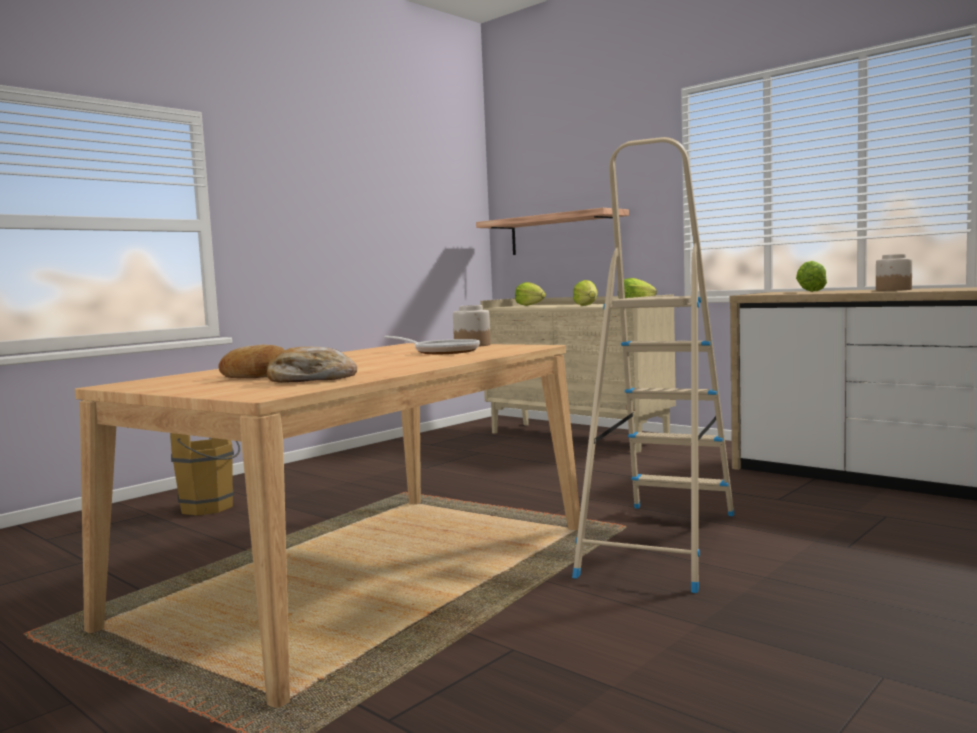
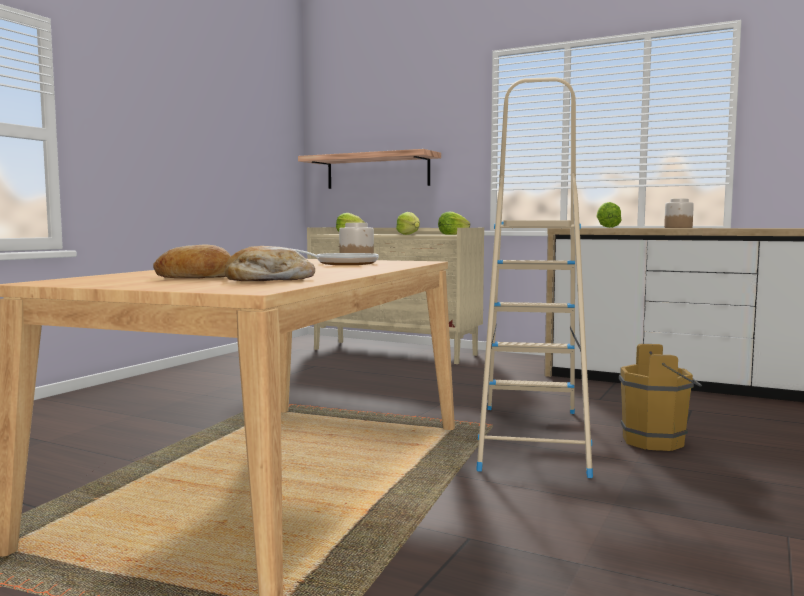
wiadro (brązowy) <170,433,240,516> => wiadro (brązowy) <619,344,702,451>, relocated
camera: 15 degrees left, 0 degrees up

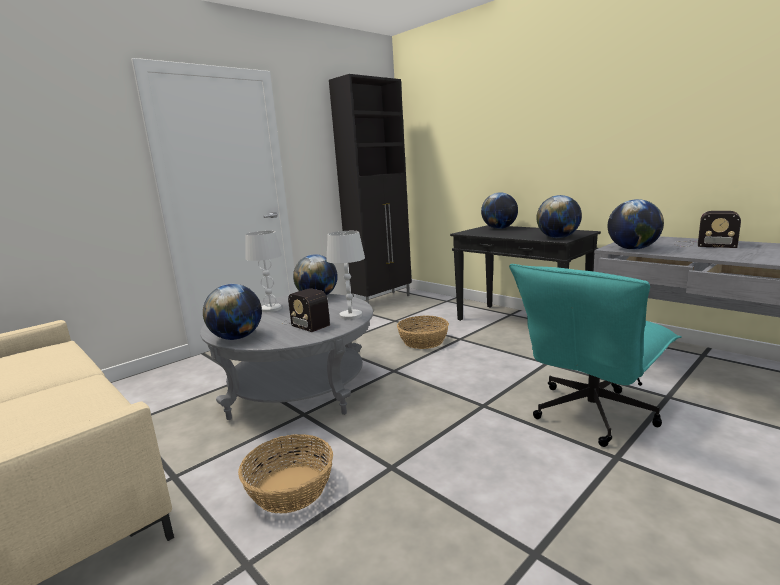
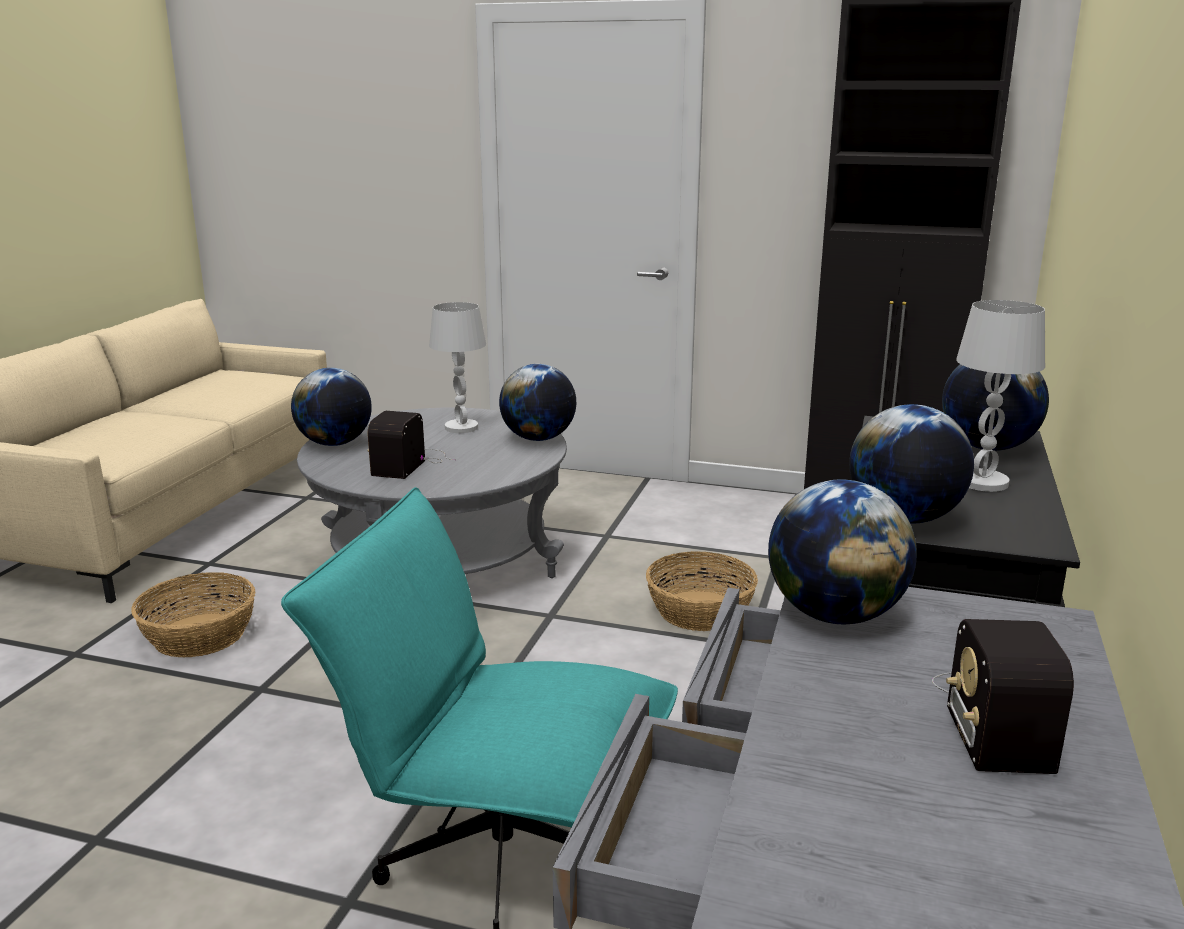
lampa stołowa (biały) <326,231,365,320> => lampa stołowa (biały) <956,300,1045,492>, relocated
camera: 60 degrees right, 5 degrees up

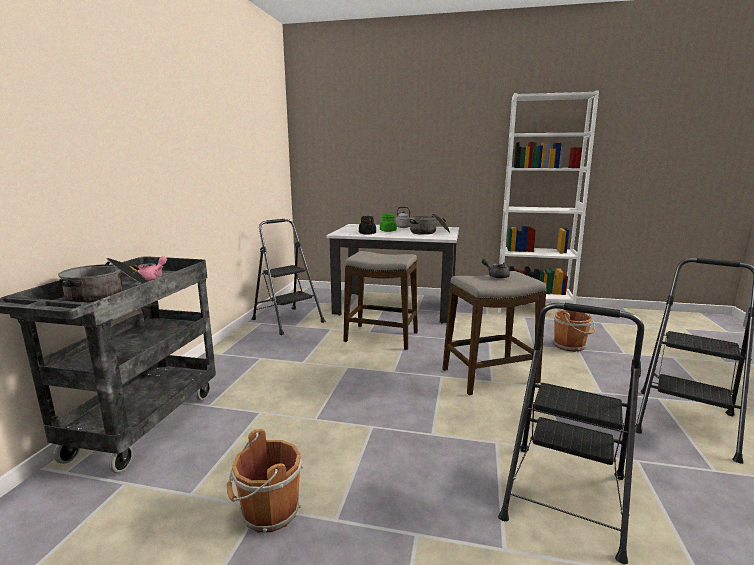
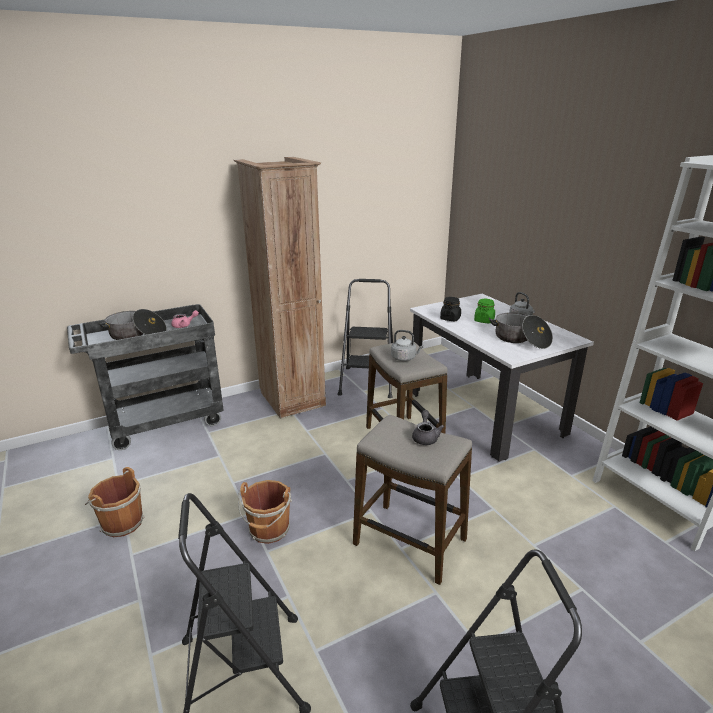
wiadro (brązowy) <553,310,595,352> => wiadro (brązowy) <238,480,292,544>, relocated
nothing => szafka (brązowy) <234,157,326,418>
nothing => czajnik (szary) <391,330,423,361>
camera: 50 degrees right, 10 degrees up

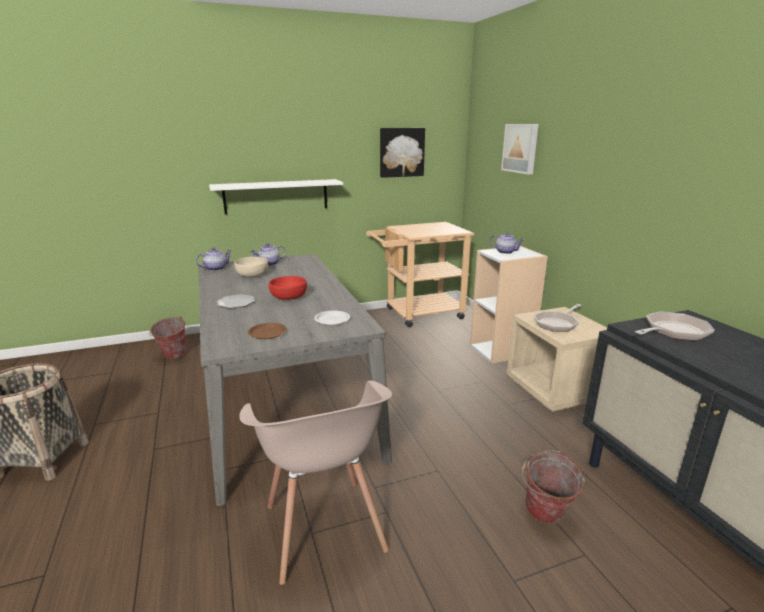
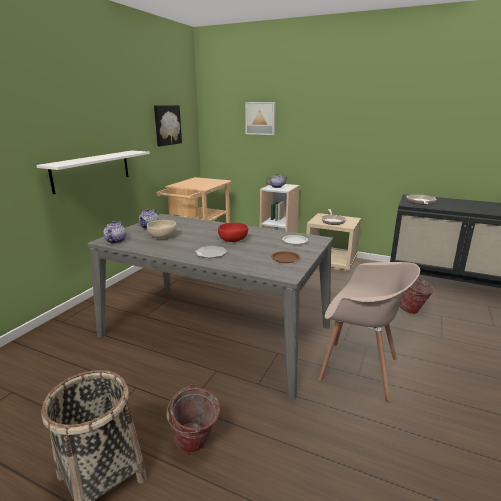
wiadro <149,316,187,359> => wiadro <166,384,220,453>, relocated
camera: 45 degrees left, 0 degrees up

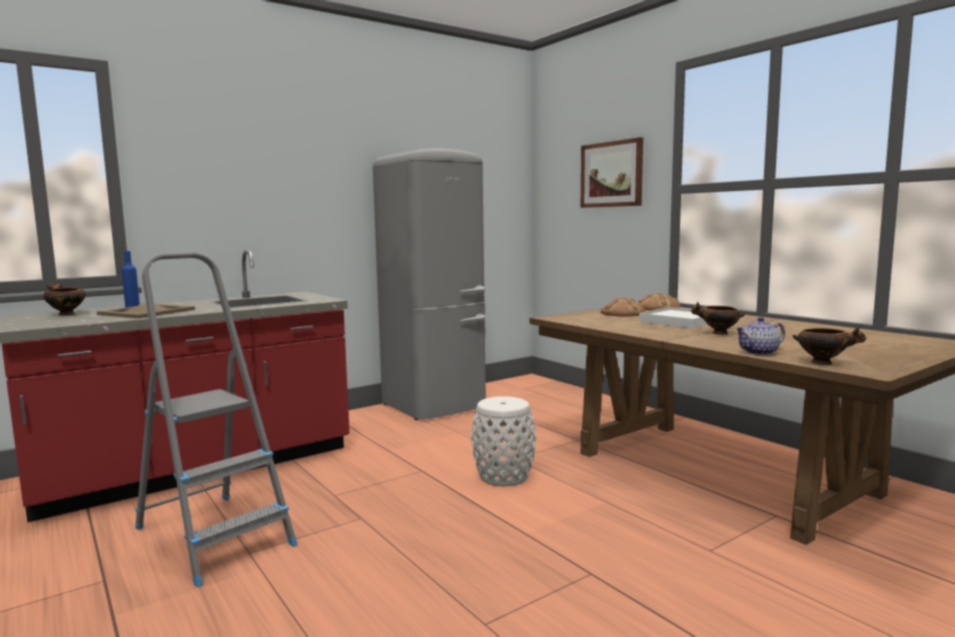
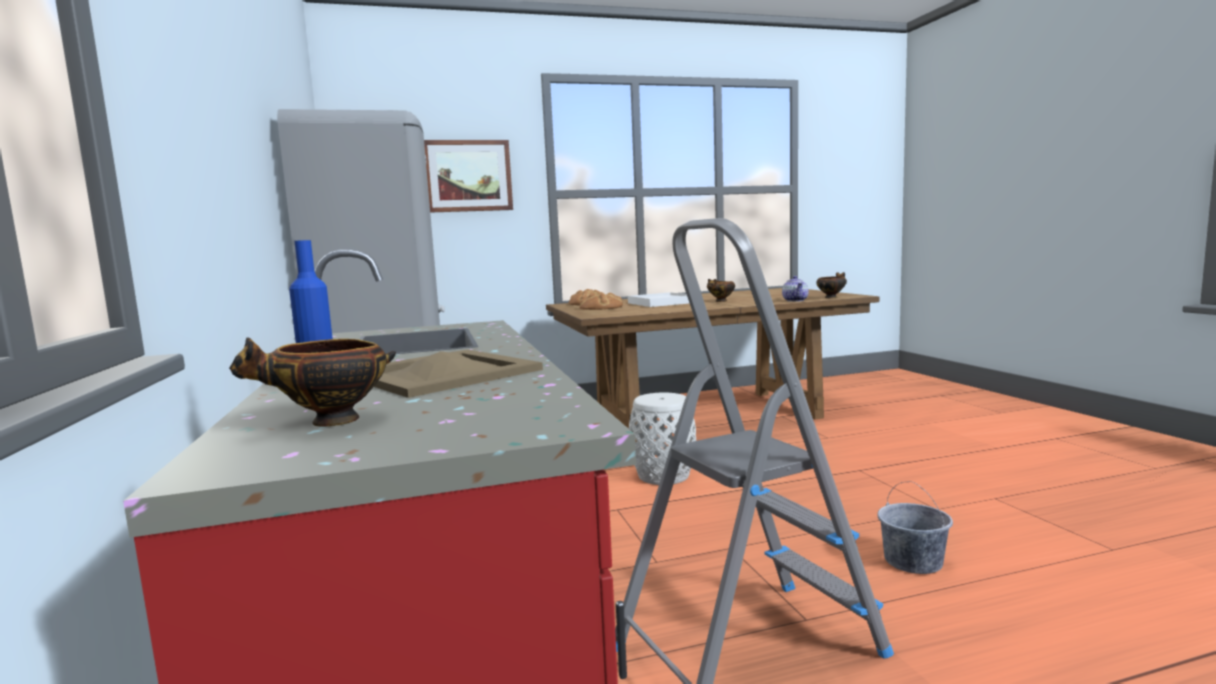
nothing => wiadro (szary) <877,482,953,574>
camera: 70 degrees left, 0 degrees up

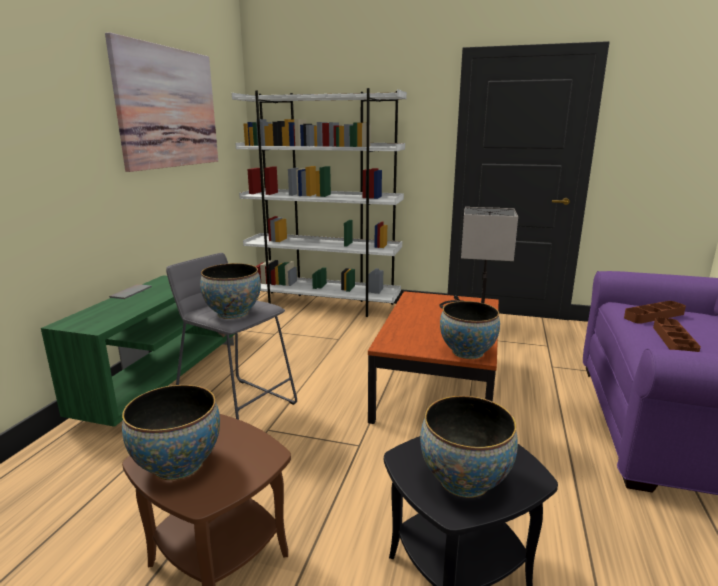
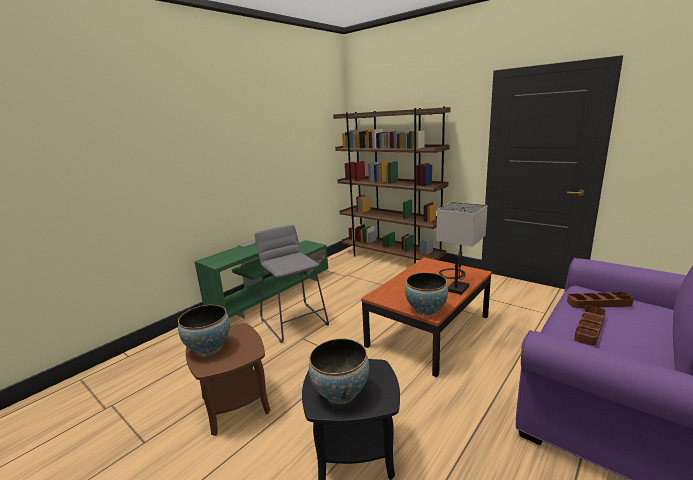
obraz <105,32,218,172> => nothing
regał (biały) <232,88,407,317> => regał (brązowy) <333,106,451,264>
miska <200,263,261,319> => nothing
camera: 25 degrees right, 0 degrees up

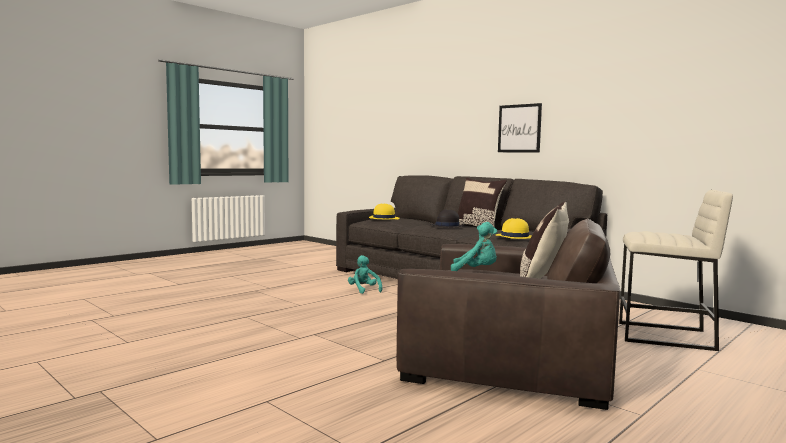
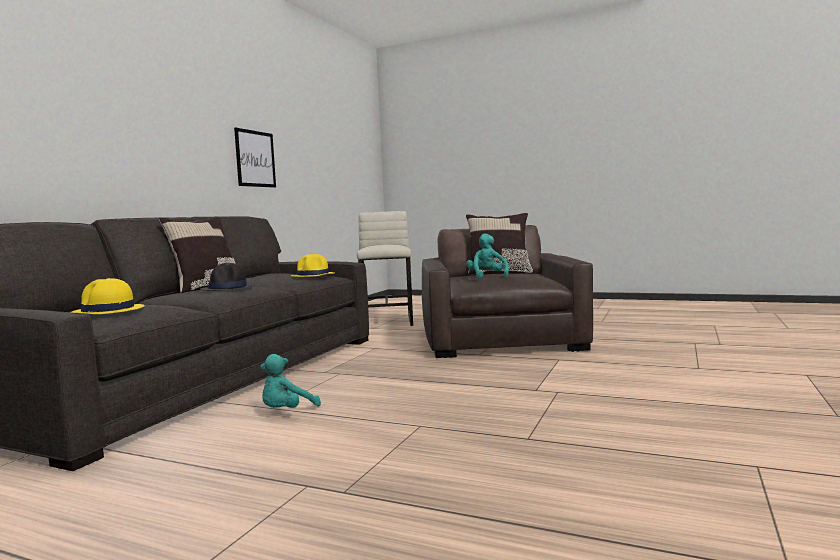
obraz <498,103,542,153> => obraz <234,128,276,188>, relocated
camera: 110 degrees left, 0 degrees up

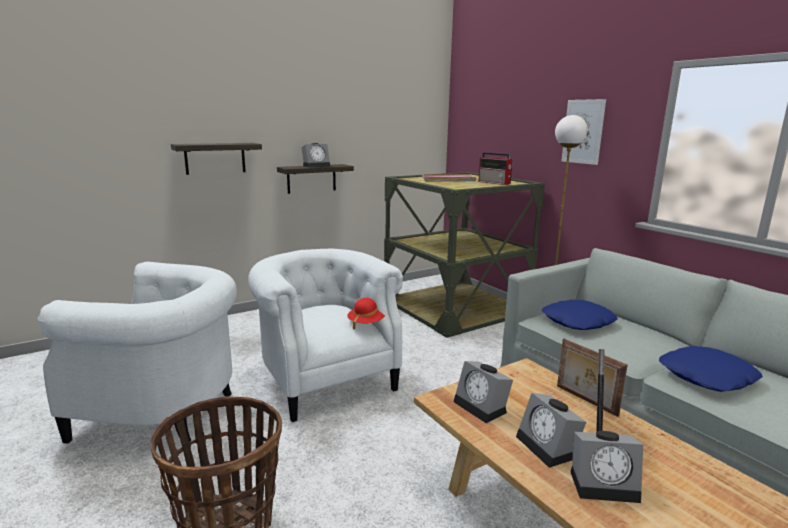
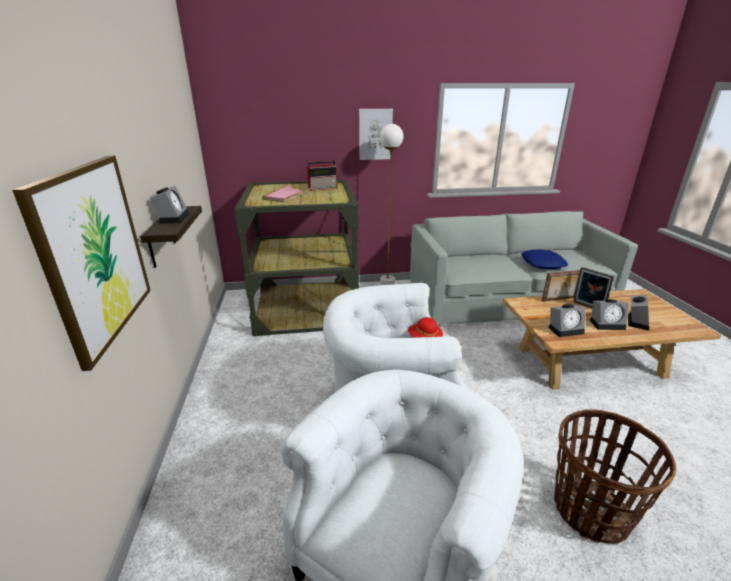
półka <171,143,262,175> => obraz <12,156,151,371>
poduszka (niebieski) <542,300,618,330> => nothing
camera: 65 degrees left, 10 degrees up

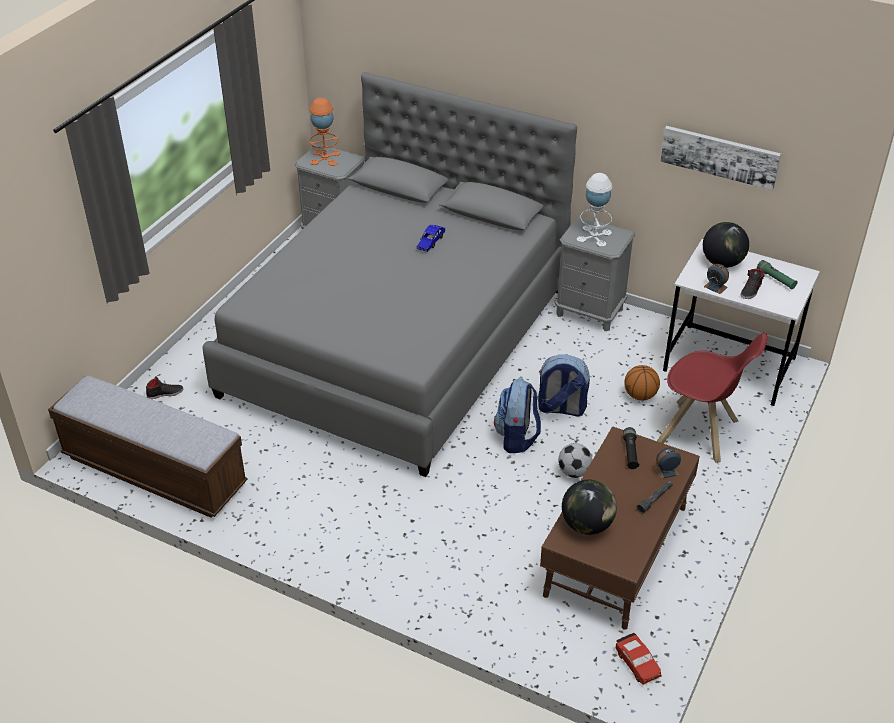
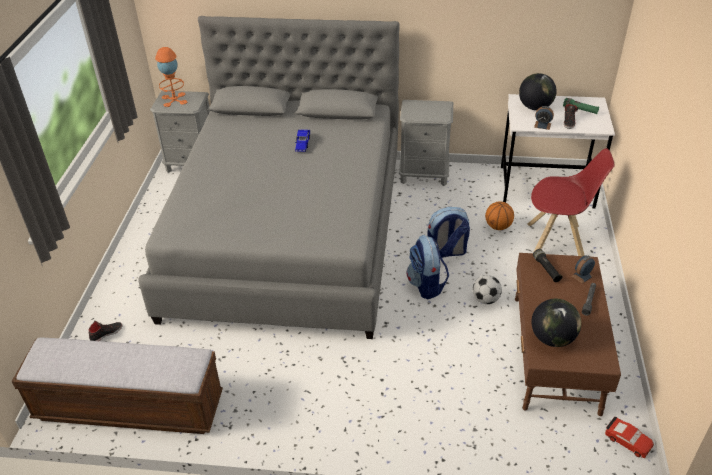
obraz <660,126,781,190> => nothing
lampa stołowa (biały) <577,173,612,247> => nothing
camera: 20 degrees left, 0 degrees up

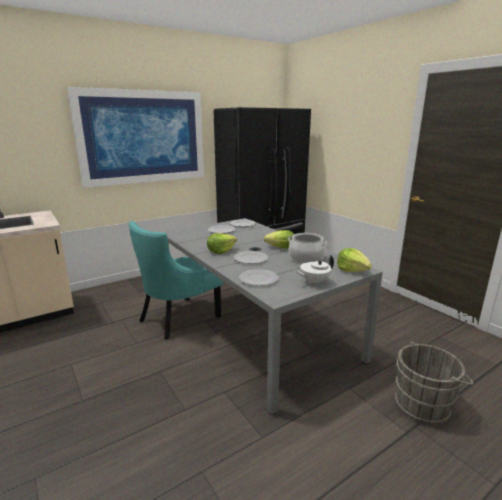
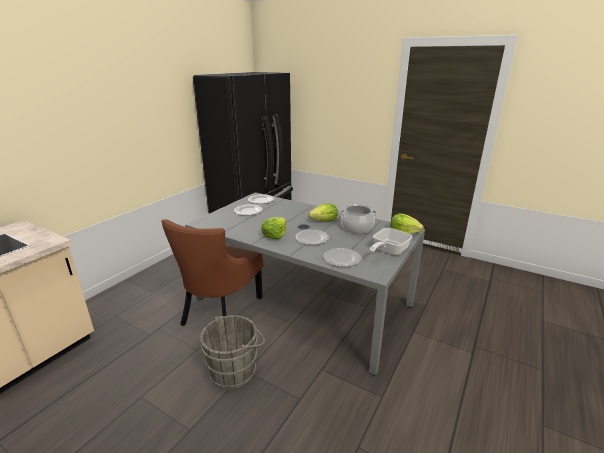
obraz <67,87,204,188> => nothing
krzesło (turkusowy) <129,221,223,340> => krzesło (brązowy) <161,219,264,326>
imbryk (biały) <295,255,334,285> => patelnia <370,228,412,255>
wiadro (szary) <395,342,473,425> => wiadro (szary) <200,315,265,389>, relocated
camera: 25 degrees left, 5 degrees up

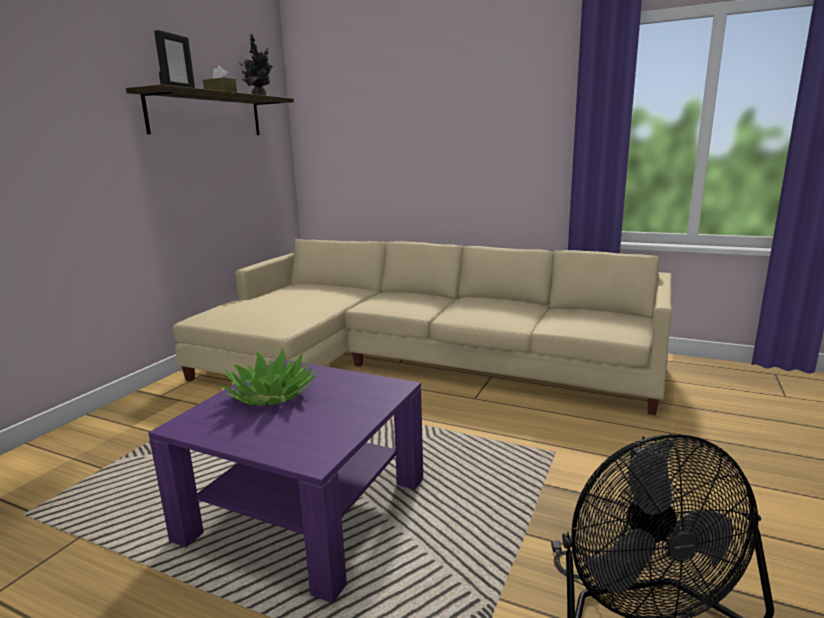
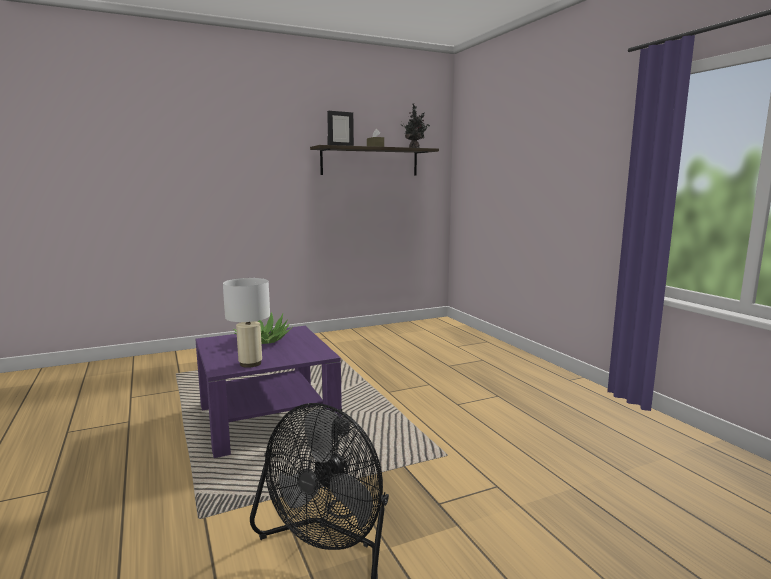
kanapa (beżowy) <173,239,672,415> => nothing
nothing => lampa stołowa (biały) <223,278,270,368>
camera: 40 degrees right, 5 degrees down

